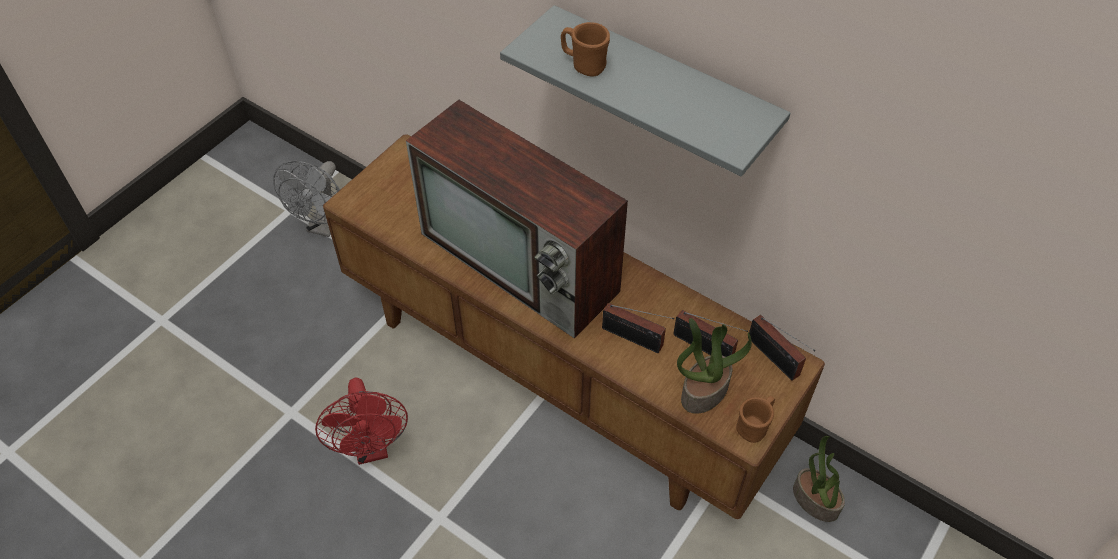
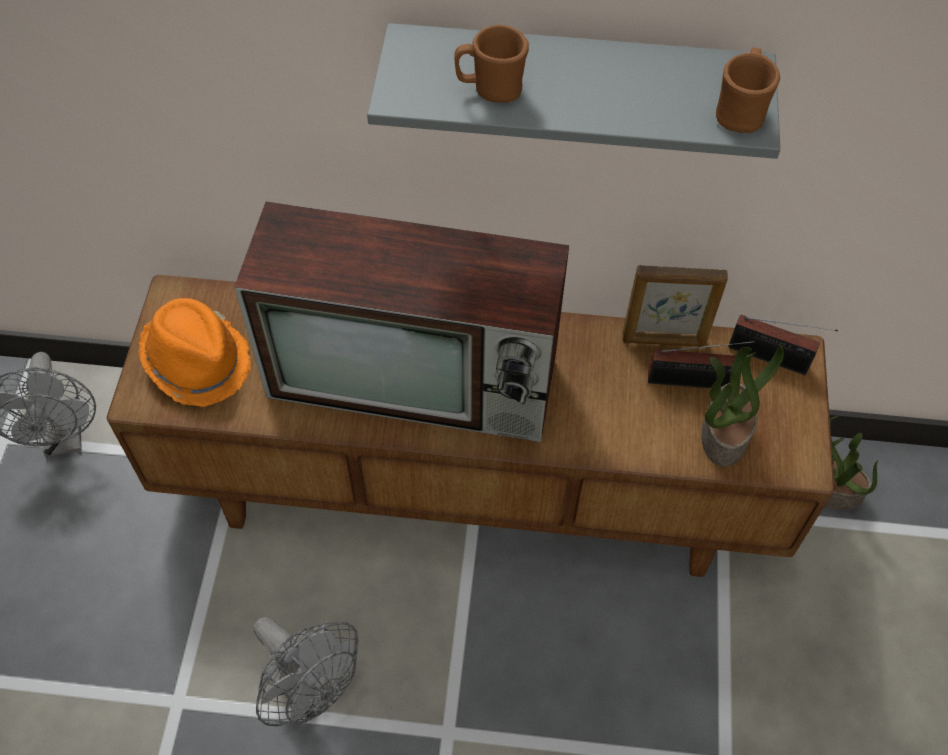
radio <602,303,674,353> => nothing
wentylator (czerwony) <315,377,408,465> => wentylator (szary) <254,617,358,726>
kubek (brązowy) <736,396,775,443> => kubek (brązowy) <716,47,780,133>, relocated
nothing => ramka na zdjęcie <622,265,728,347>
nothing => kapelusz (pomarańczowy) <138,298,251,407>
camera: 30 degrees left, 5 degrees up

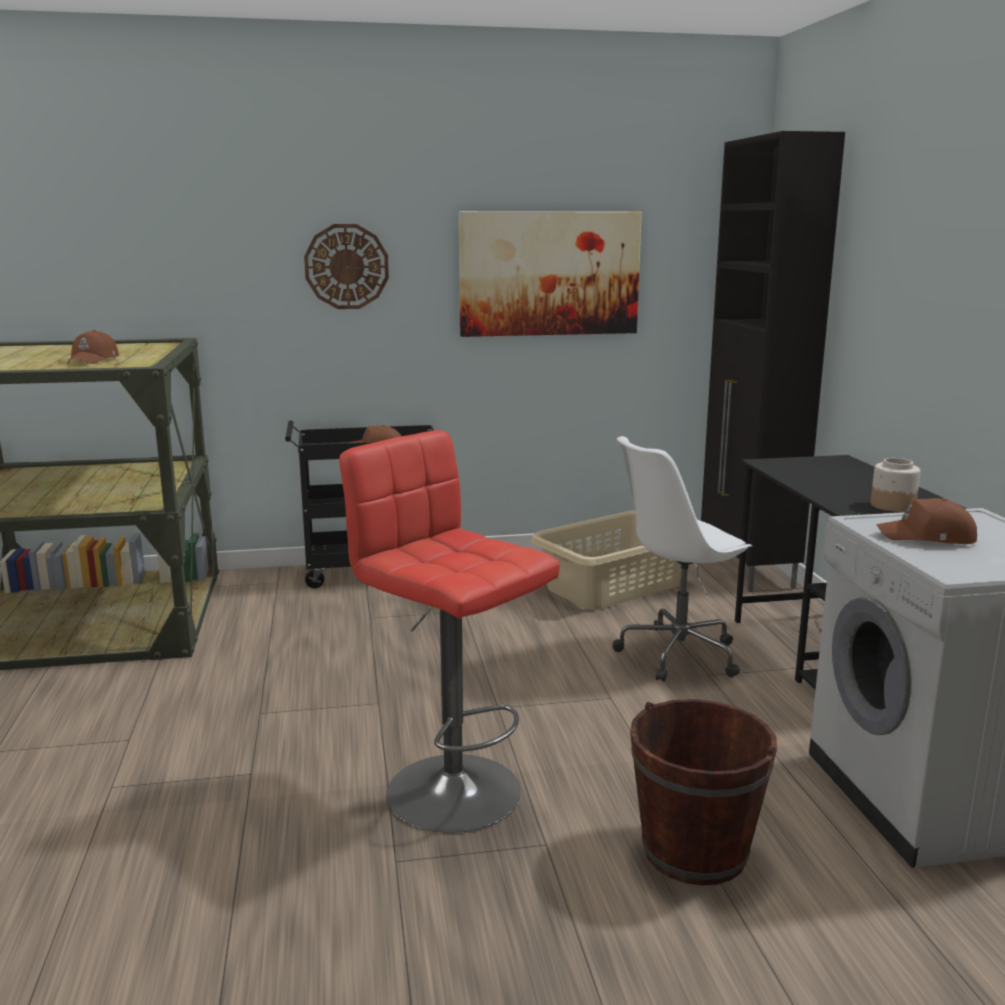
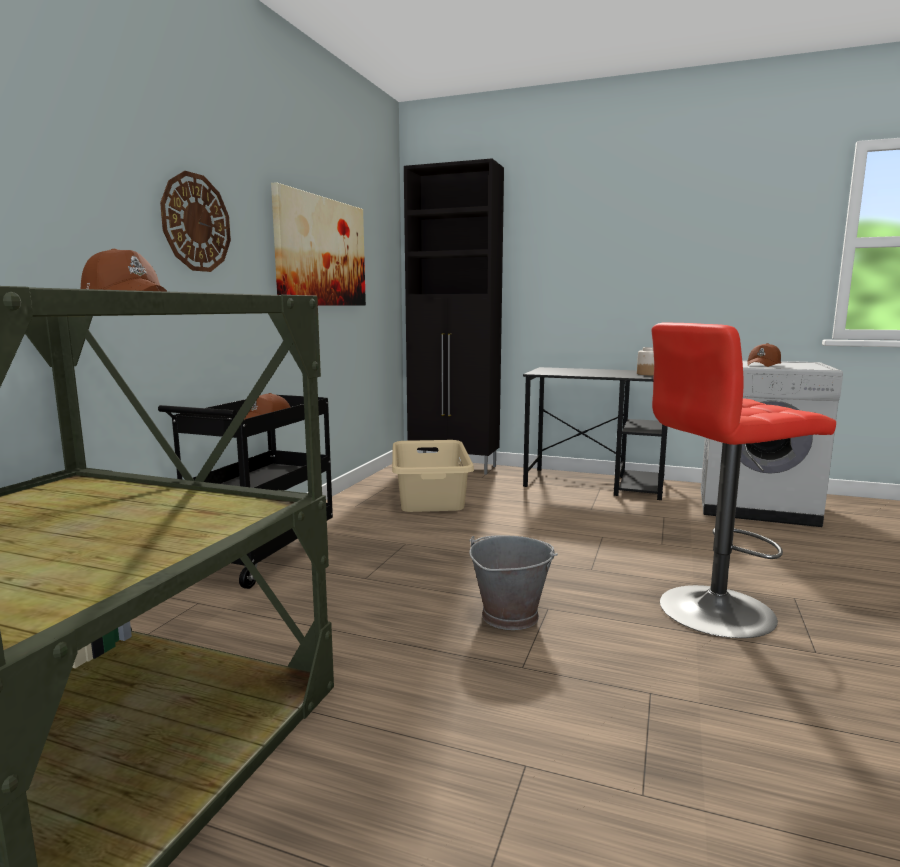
krzesło biurowe (biały) <612,436,752,682> => nothing
wiadro (brązowy) <630,699,777,886> => nothing
nothing => wiadro (szary) <469,535,558,630>
camera: 60 degrees left, 5 degrees down

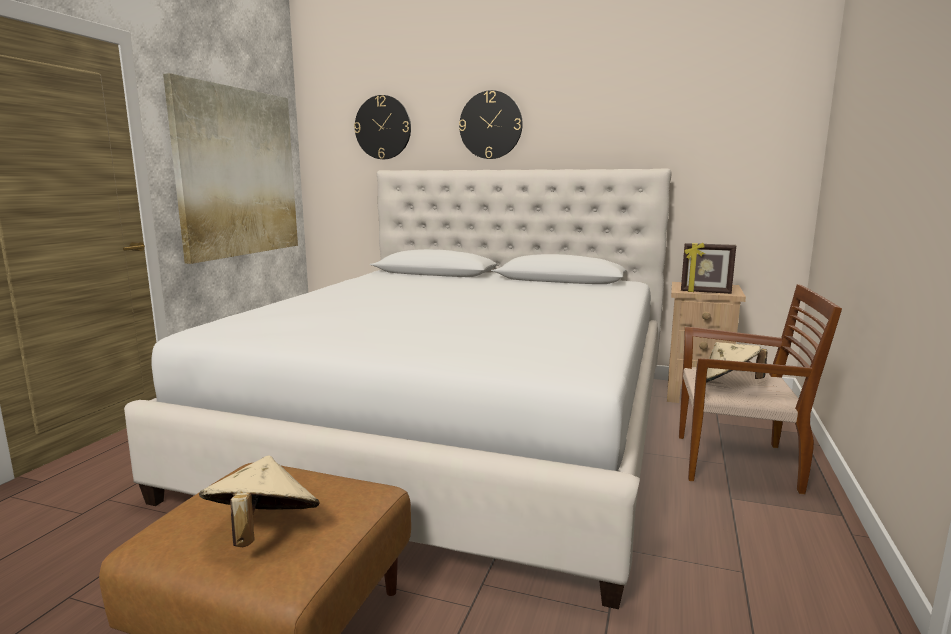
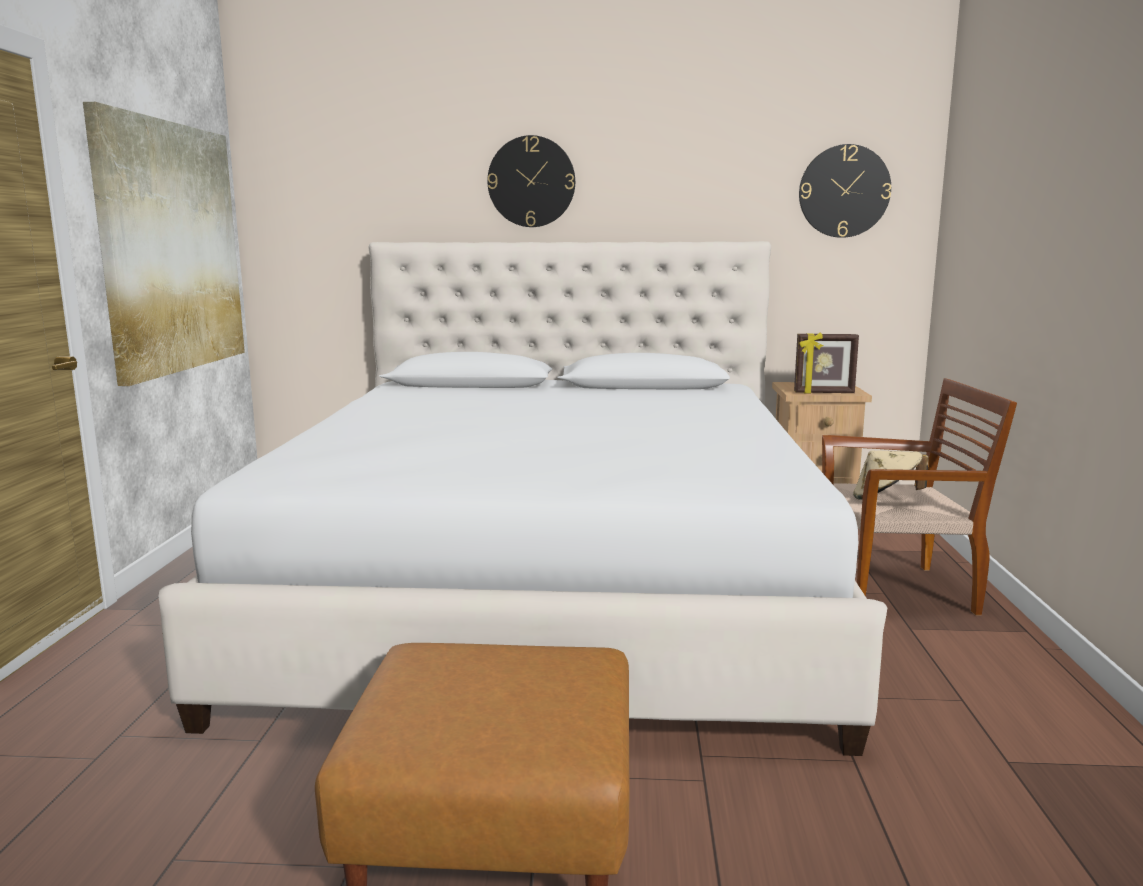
zegar ścienny <354,95,411,159> => zegar ścienny <799,144,891,238>, relocated
kapelusz (beżowy) <199,455,320,547> => nothing
camera: 15 degrees left, 0 degrees up

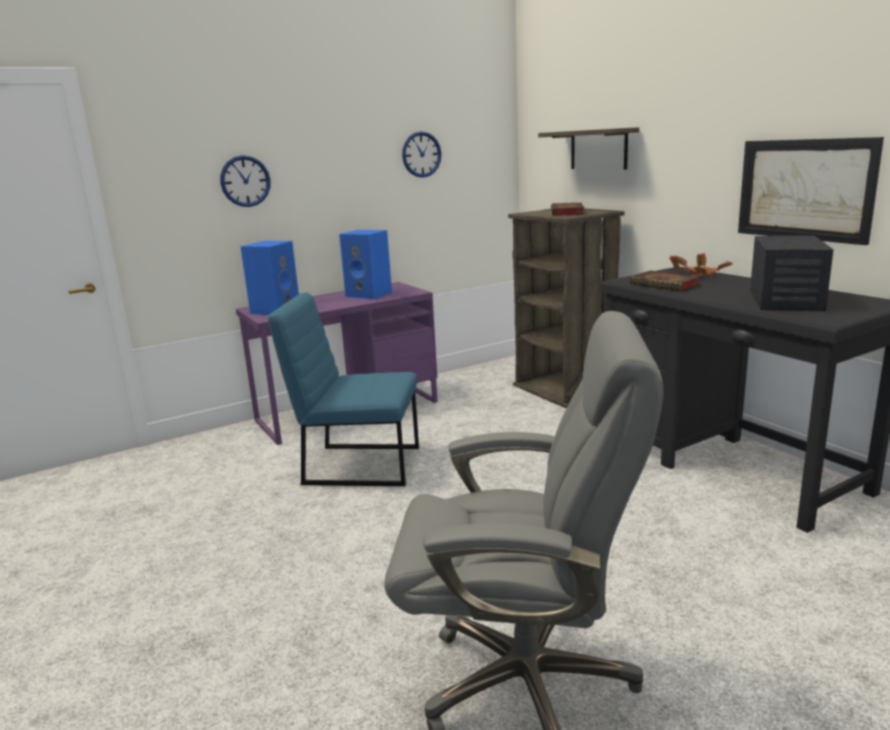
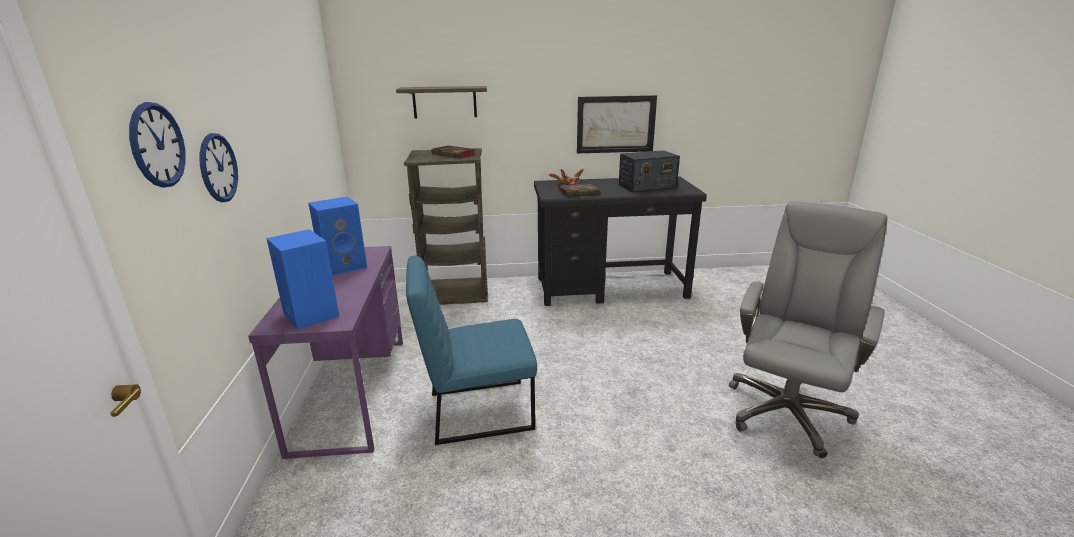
zegar ścienny <402,132,441,178> => zegar ścienny <129,102,186,187>, relocated
radio <750,235,834,311> => radio <619,150,680,192>, 120 degrees clockwise
krzesło (niebieski) <268,292,419,486> => krzesło (niebieski) <406,255,537,445>, 45 degrees clockwise
camera: 65 degrees left, 5 degrees up

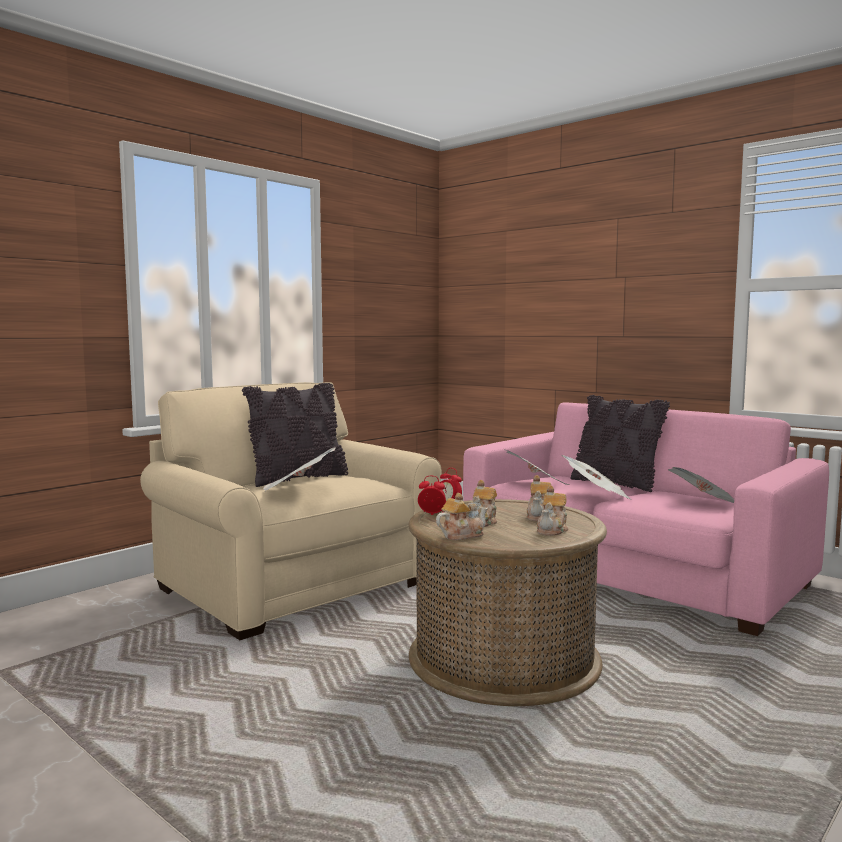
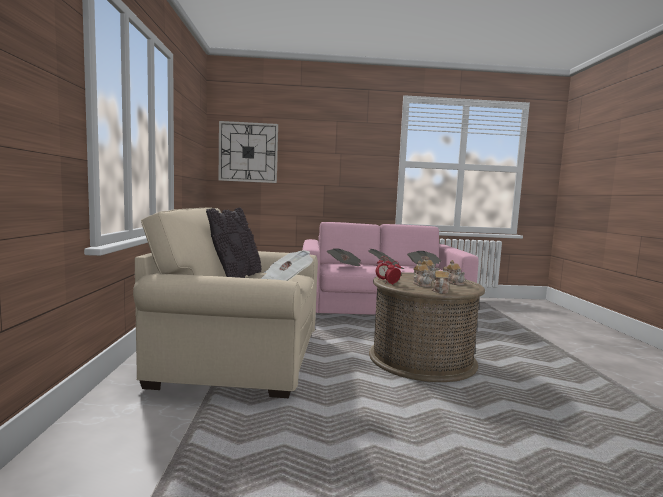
poduszka (czarny) <570,395,670,492> => nothing
nothing => zegar ścienny <219,121,278,183>
camera: 45 degrees left, 0 degrees up

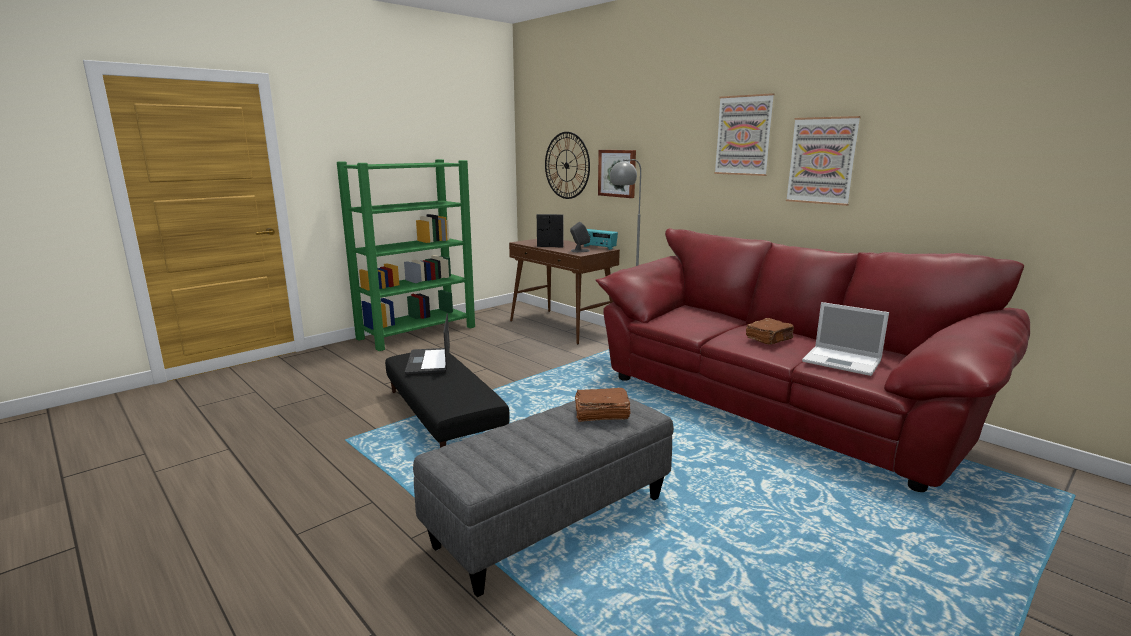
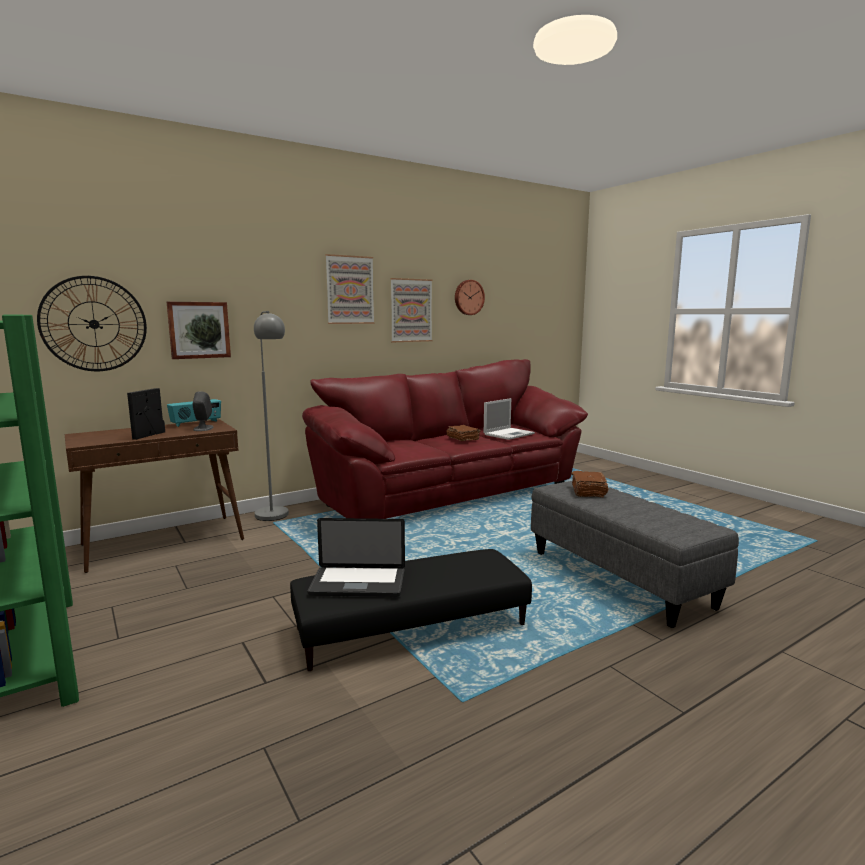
nothing => zegar ścienny <455,280,485,315>
camera: 80 degrees left, 5 degrees down

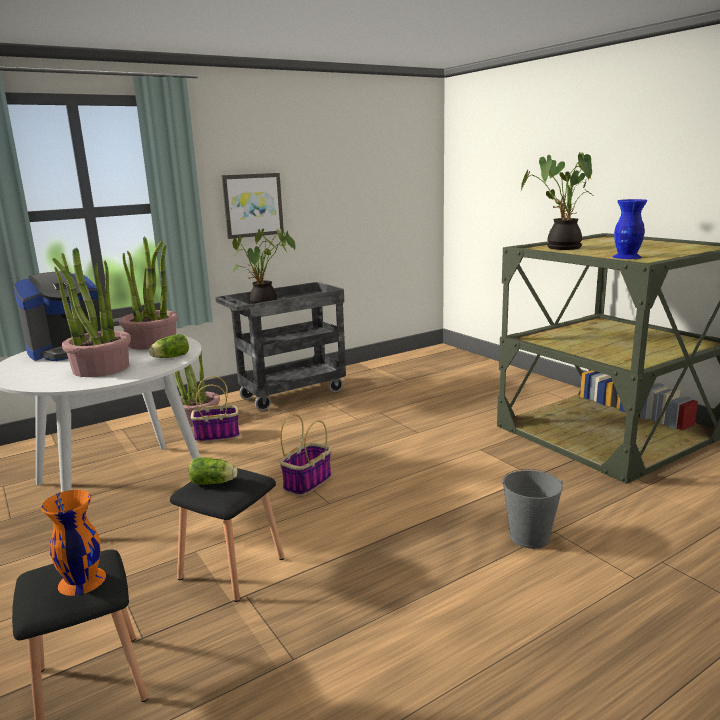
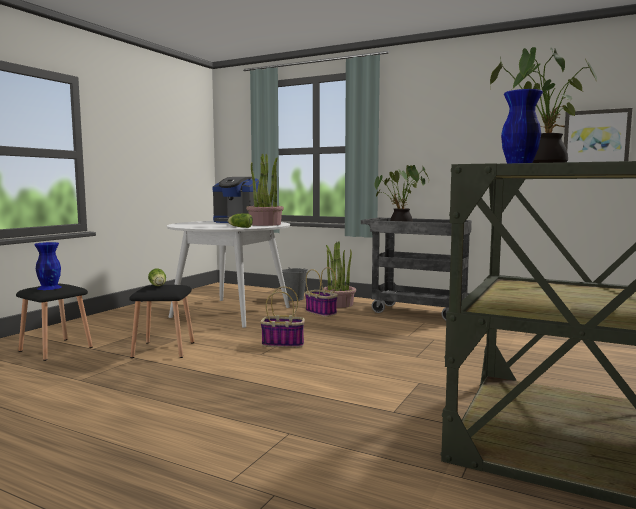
obraz <221,173,284,239> => obraz <564,108,632,162>, relocated
roślina doniczkowa <52,248,131,377> => nothing
wiadro (szary) <502,469,563,549> => wiadro (szary) <282,267,308,301>, relocated
wazon (pomarańczowy) <41,490,106,596> => wazon (niebieski) <34,242,62,290>
camera: 60 degrees right, 10 degrees down

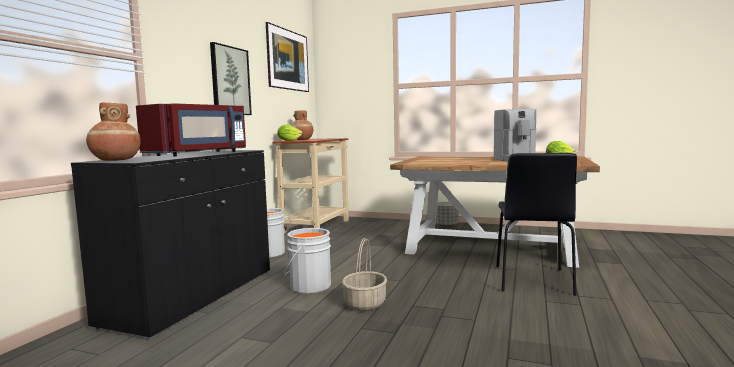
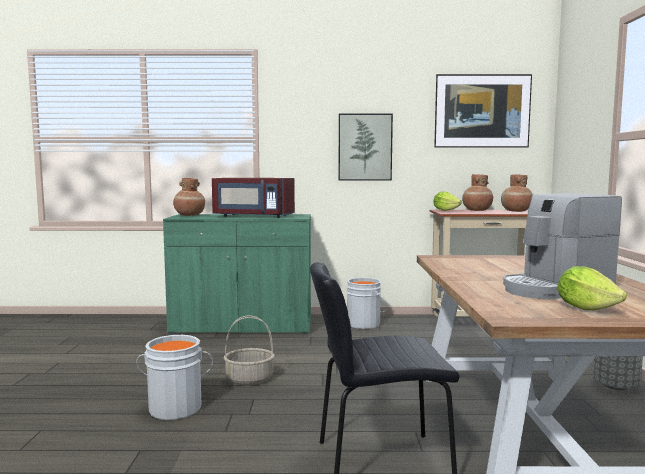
szafka (czarny) <71,150,270,340> => szafka (zielony) <163,214,311,334>
wiadro (szary) <284,228,331,293> => wiadro (szary) <136,335,213,420>, relocated
nothing => wazon (brązowy) <501,174,533,212>
camera: 70 degrees right, 0 degrees up

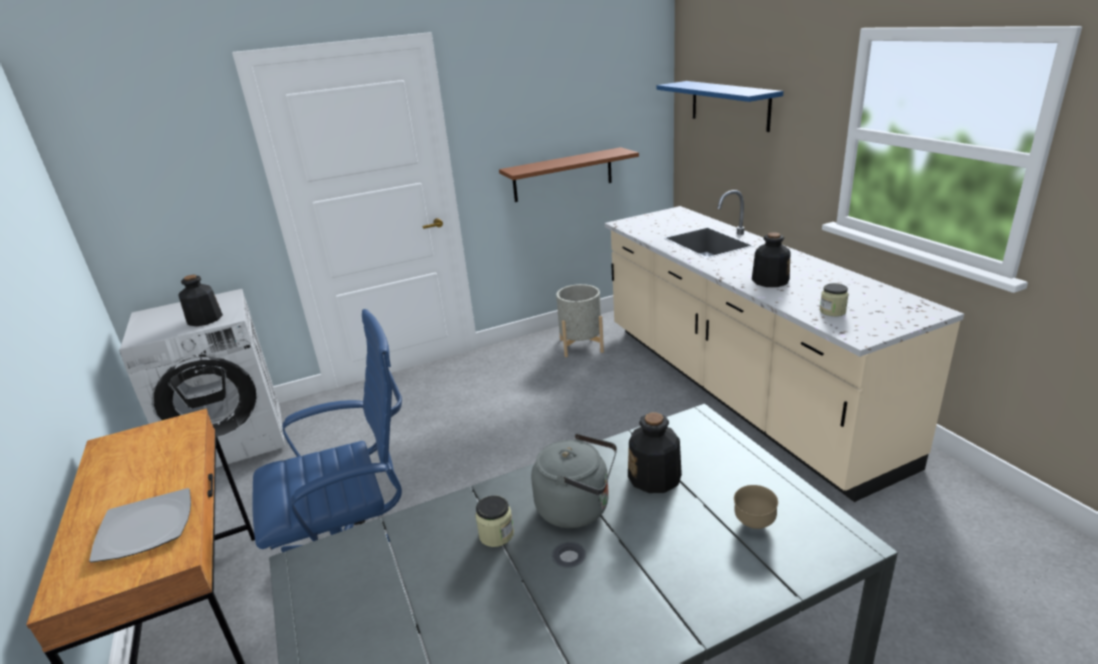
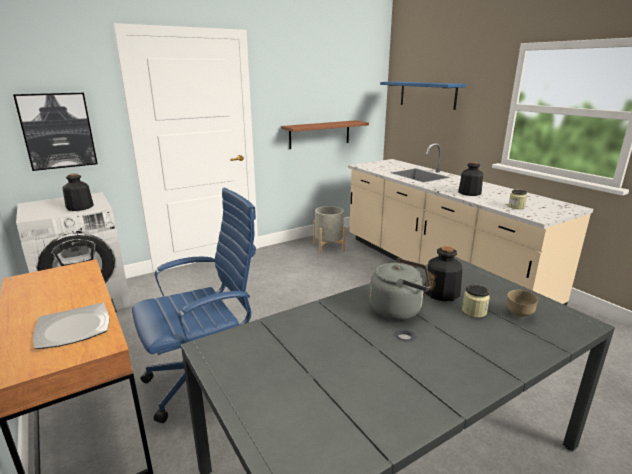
słoik <475,496,514,547> => słoik <462,285,490,318>, relocated
nothing => obraz <13,93,98,171>
camera: 10 degrees left, 5 degrees down

